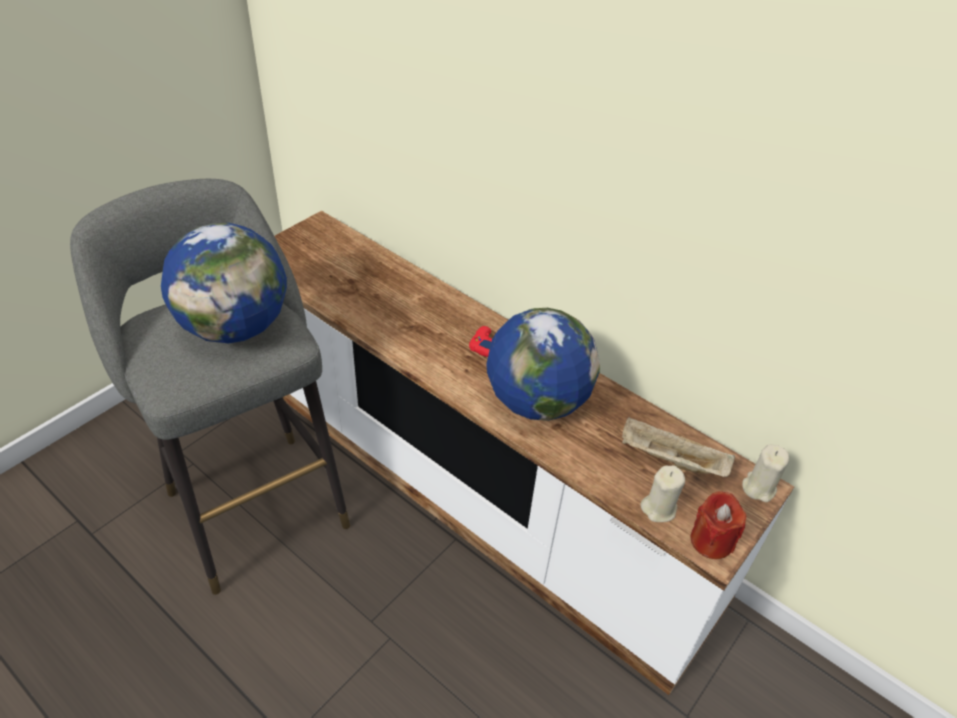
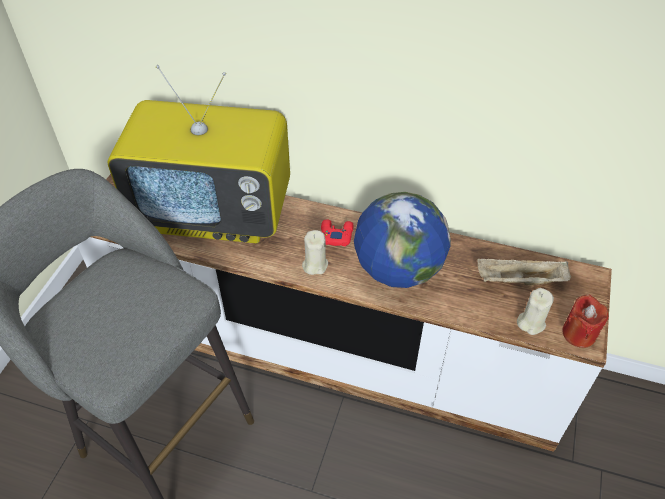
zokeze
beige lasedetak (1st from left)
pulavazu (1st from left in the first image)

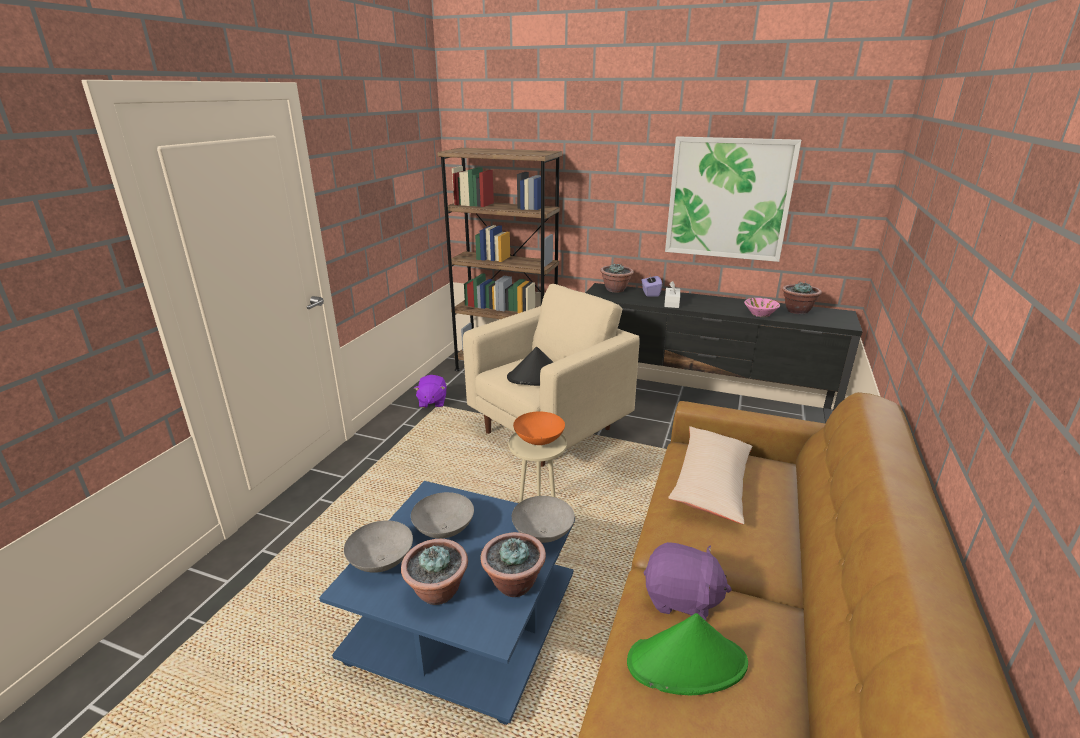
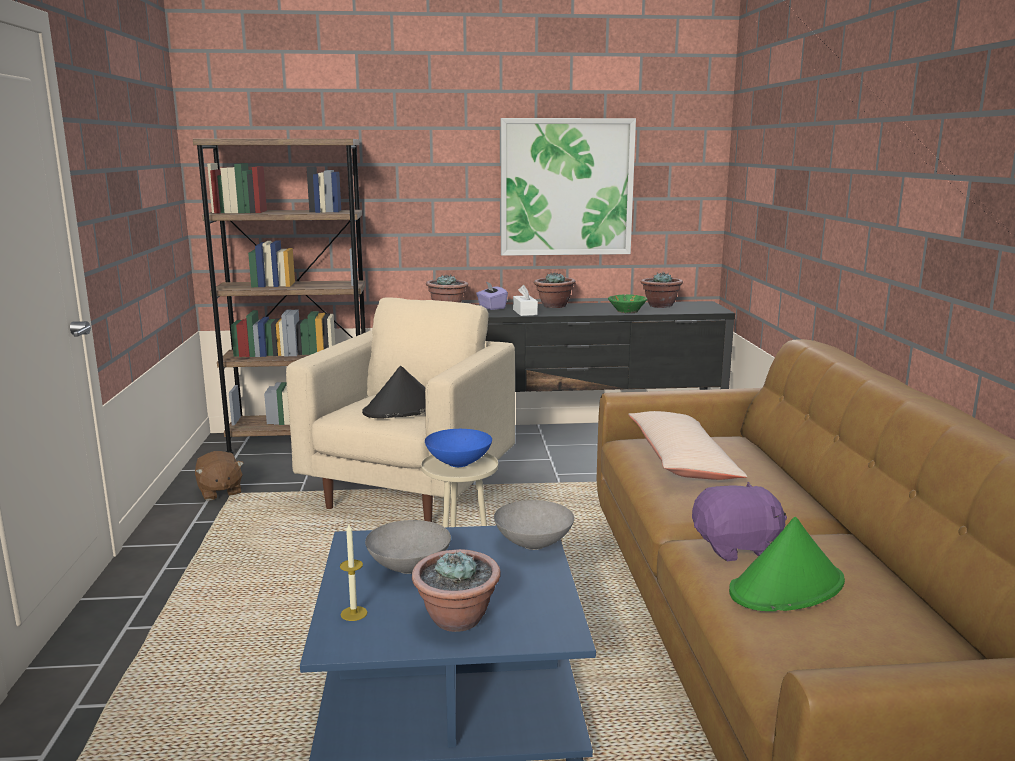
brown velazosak
lasedetak
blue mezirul
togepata (3rd from left)
green mezirul

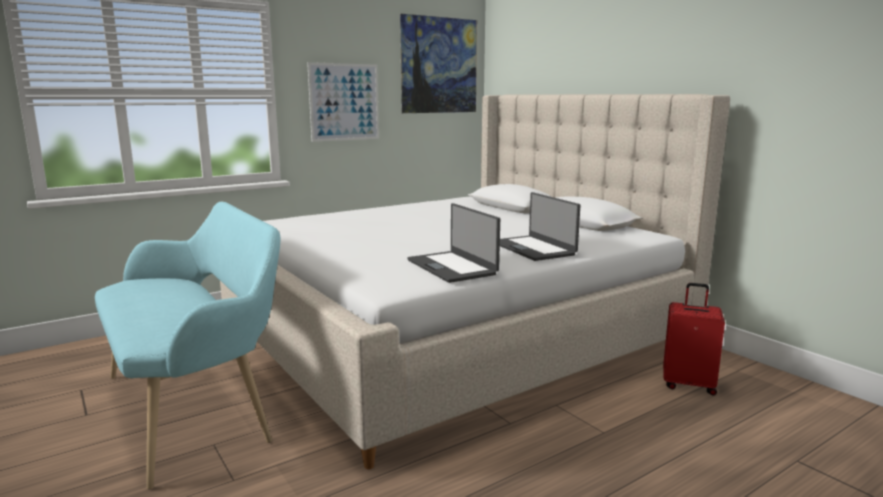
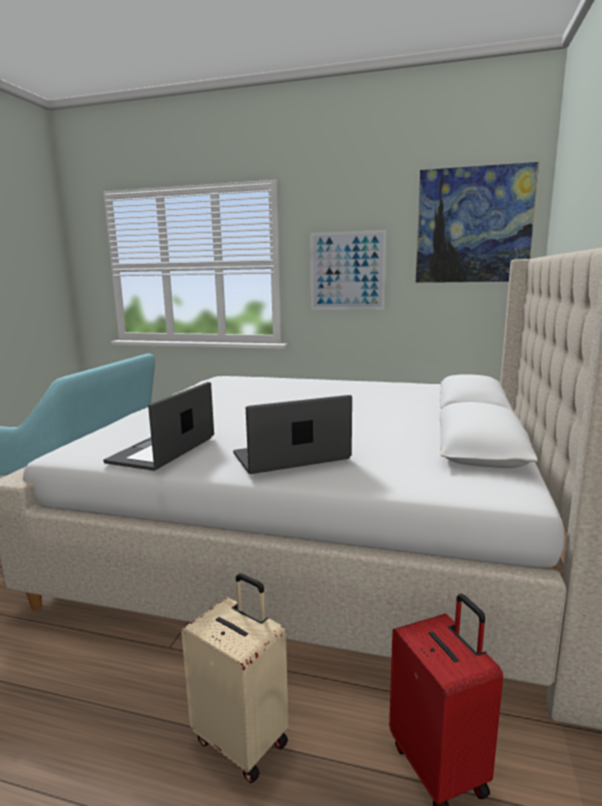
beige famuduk
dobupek (2nd from left)

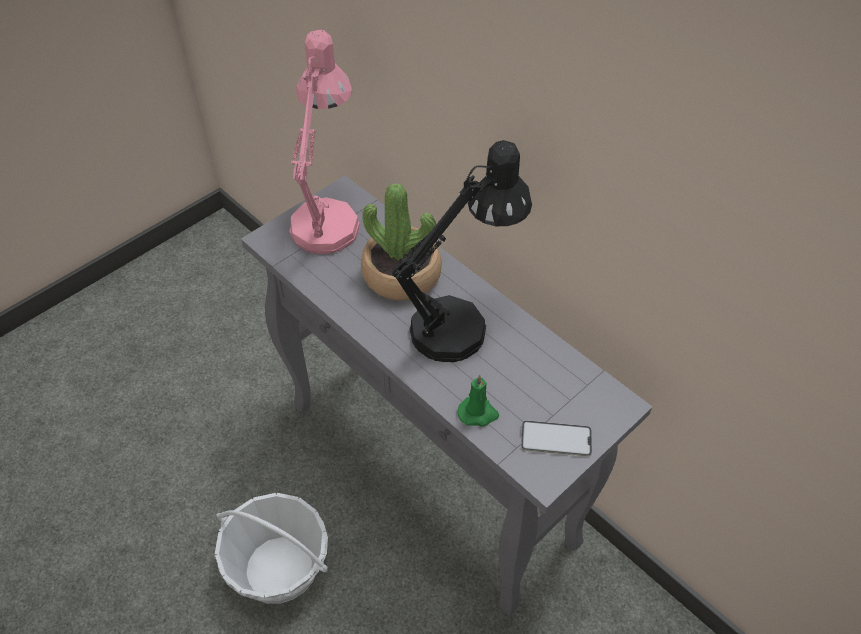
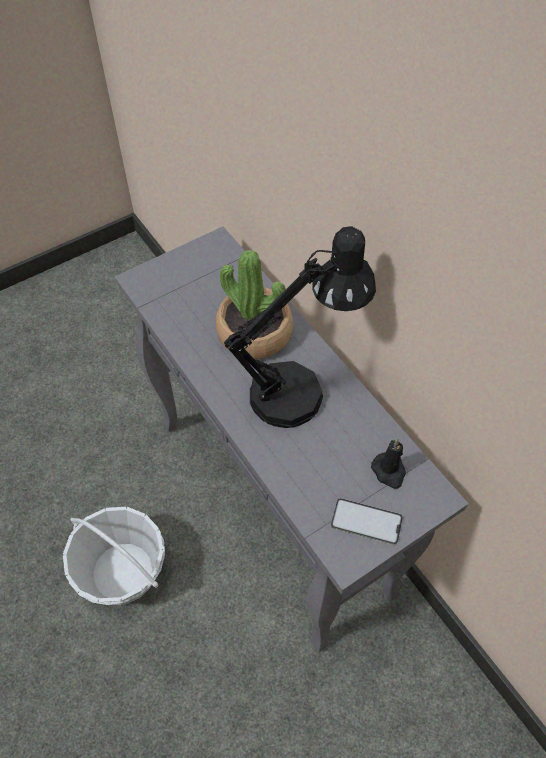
black lasedetak
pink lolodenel
green lasedetak

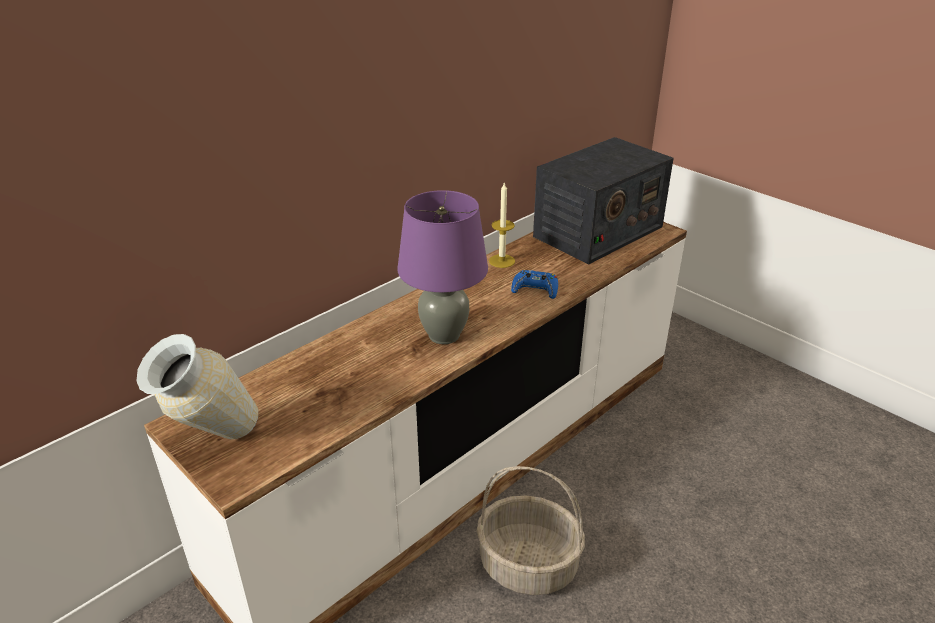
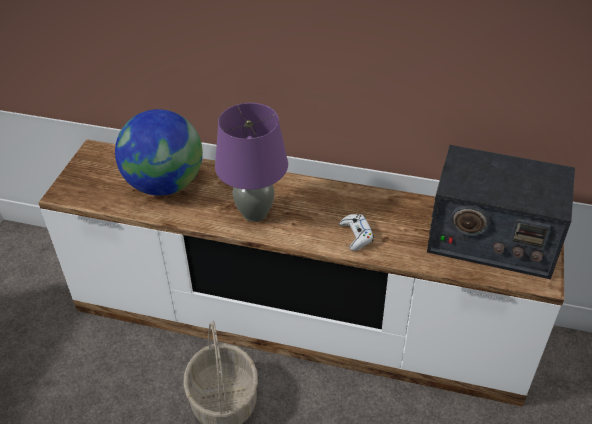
pulavazu
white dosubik
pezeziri
lasedetak

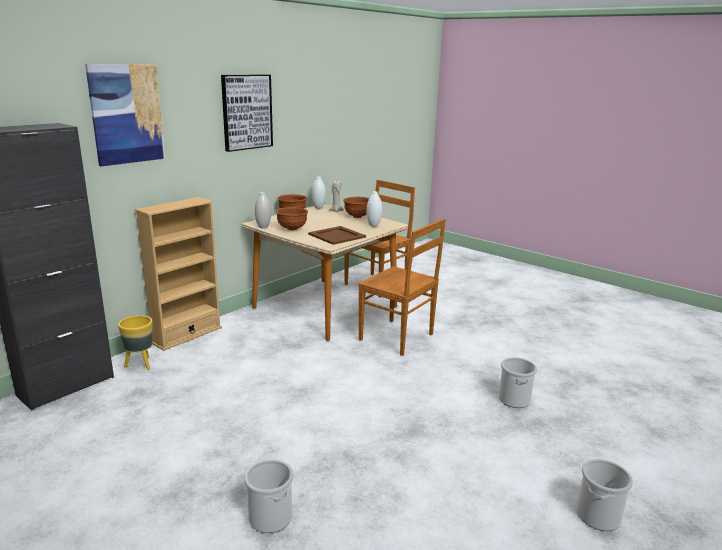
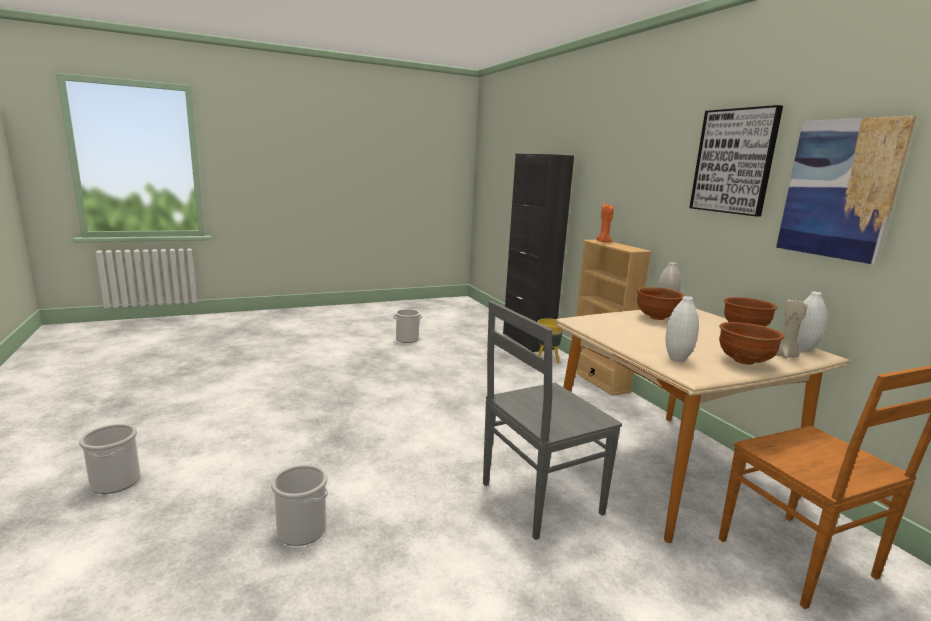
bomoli (3rd from left)
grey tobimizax
orange lasedetak
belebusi (2nd from left)
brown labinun

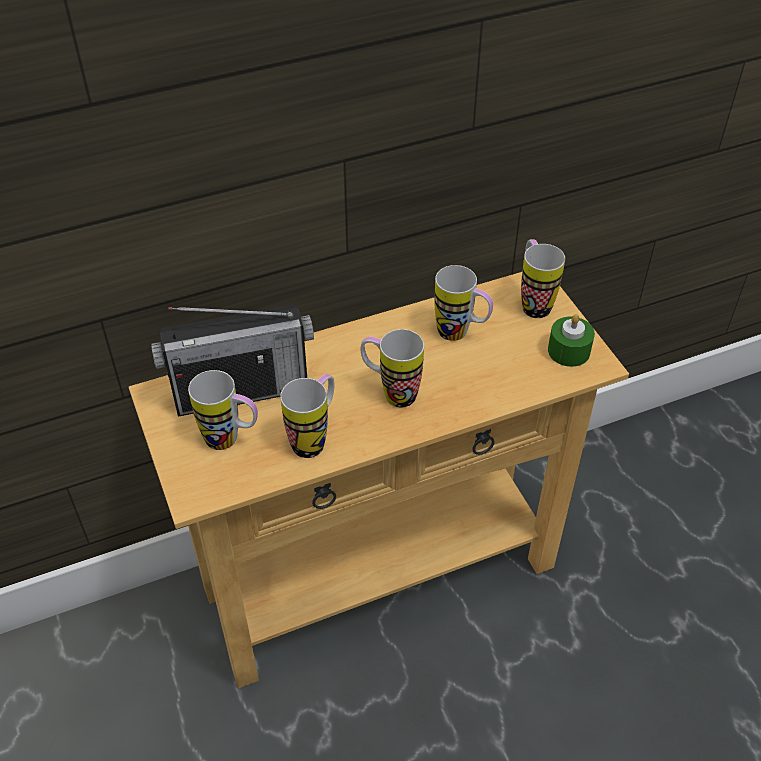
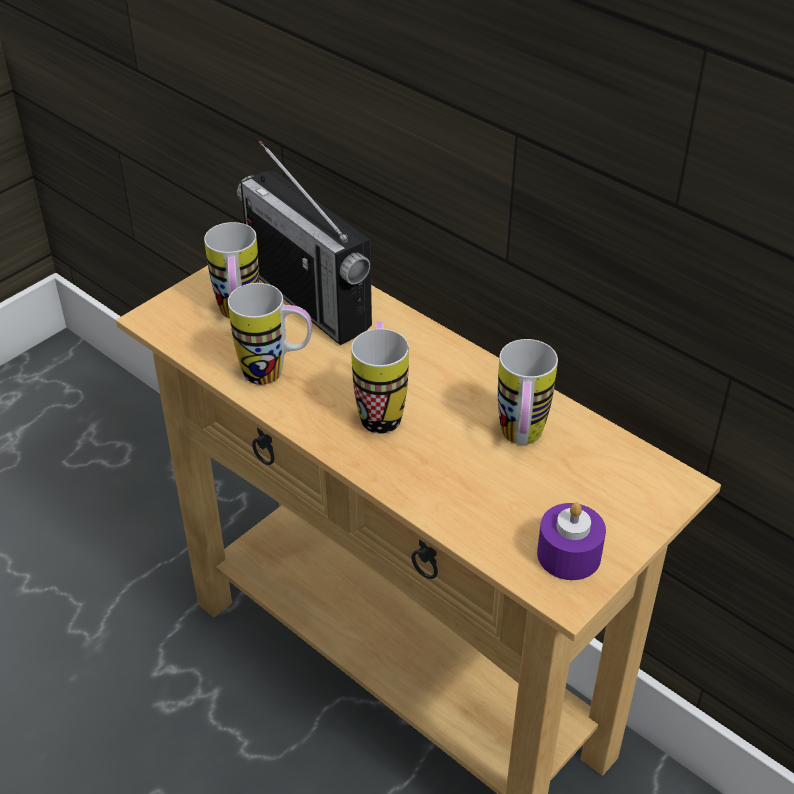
purple lasedetak
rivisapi (5th from left in the first image)

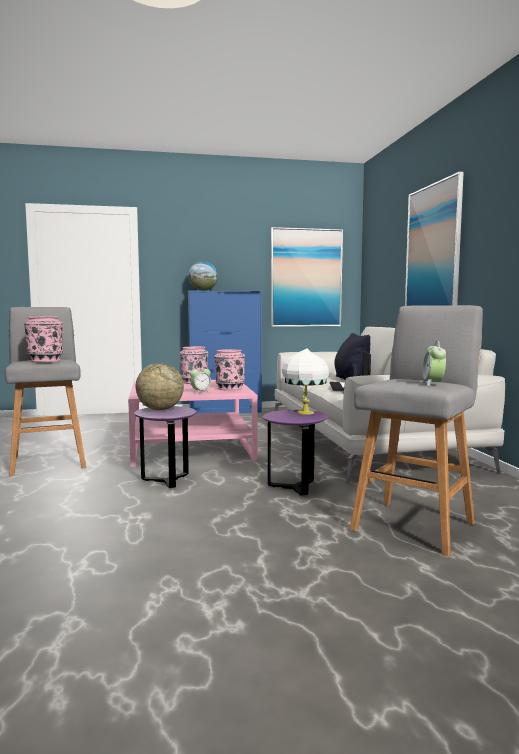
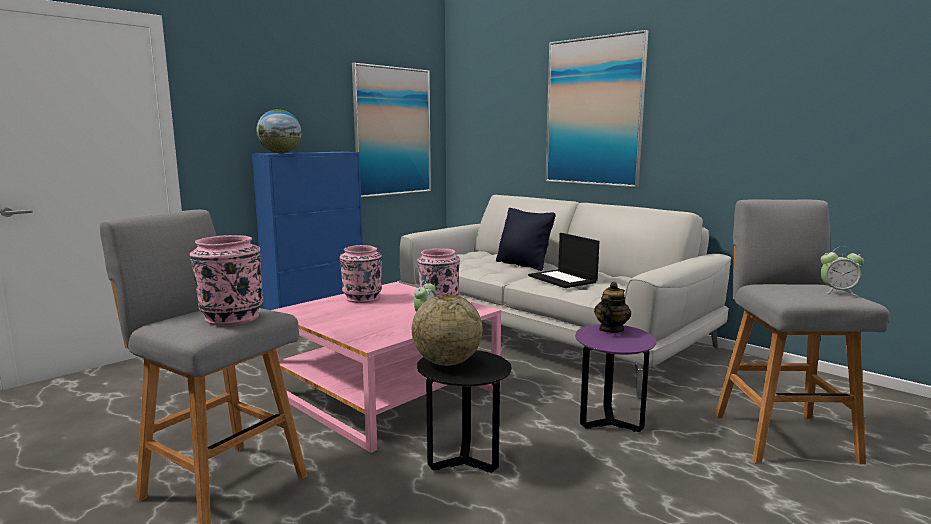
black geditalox
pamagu
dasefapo (2nd from left)

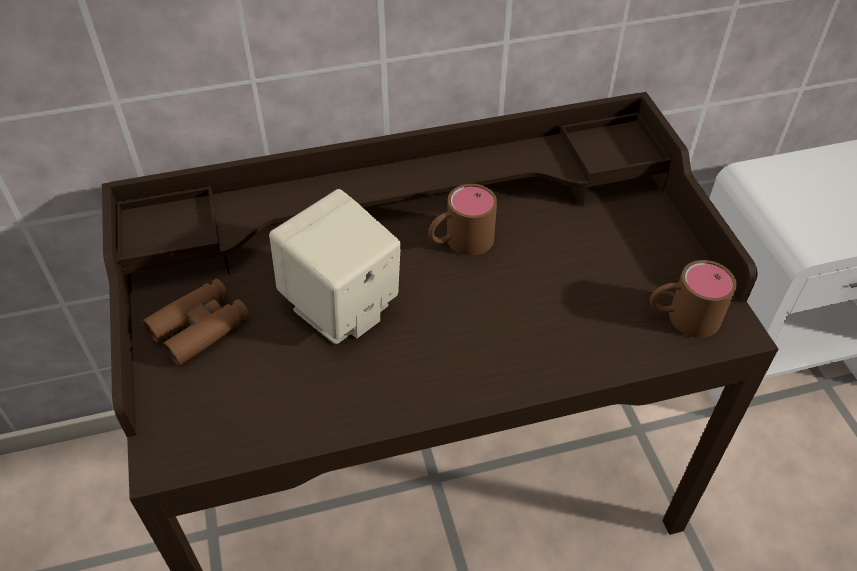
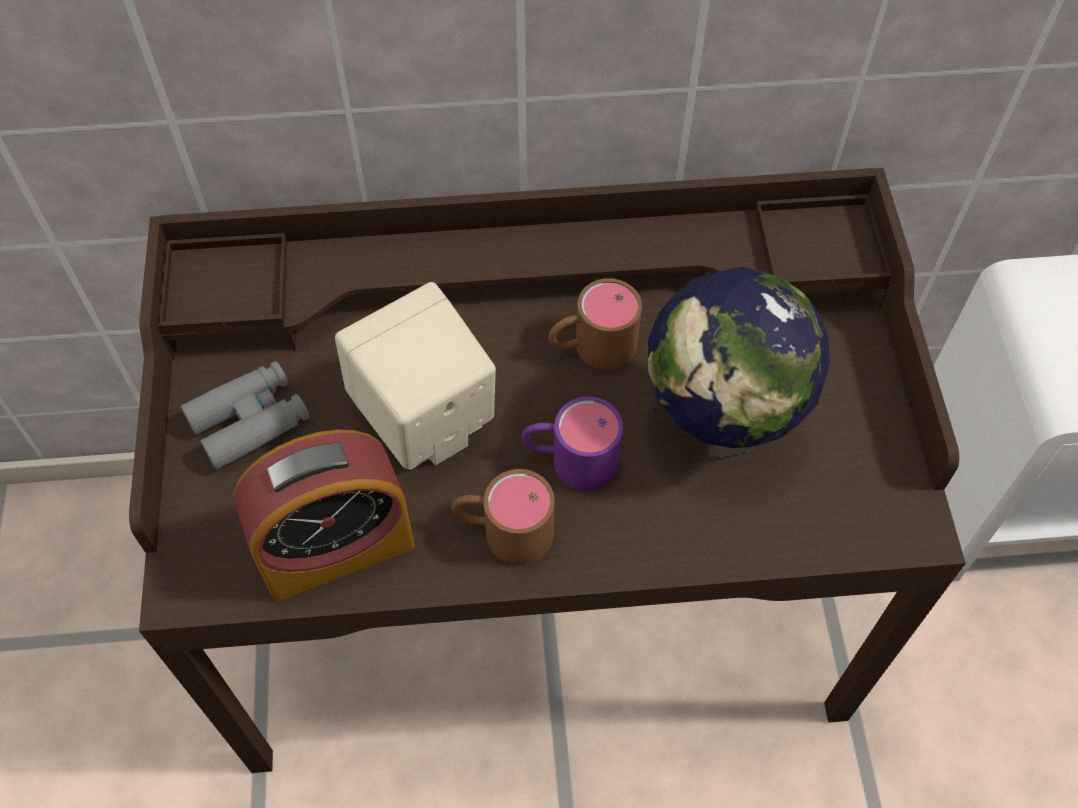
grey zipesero
dasefapo
brown rivisapi (1st from left)
purple rivisapi
pulavazu

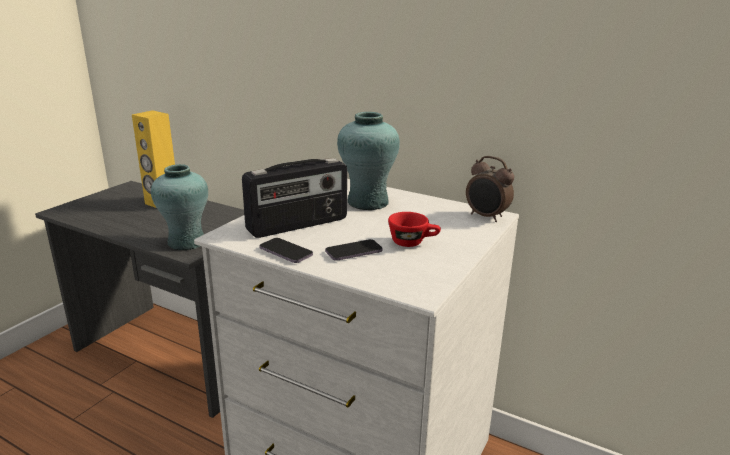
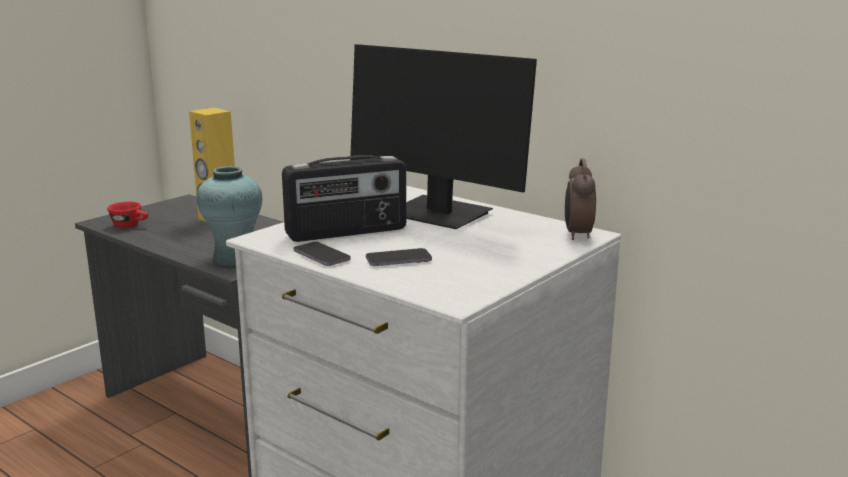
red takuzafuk
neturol
dasefapo

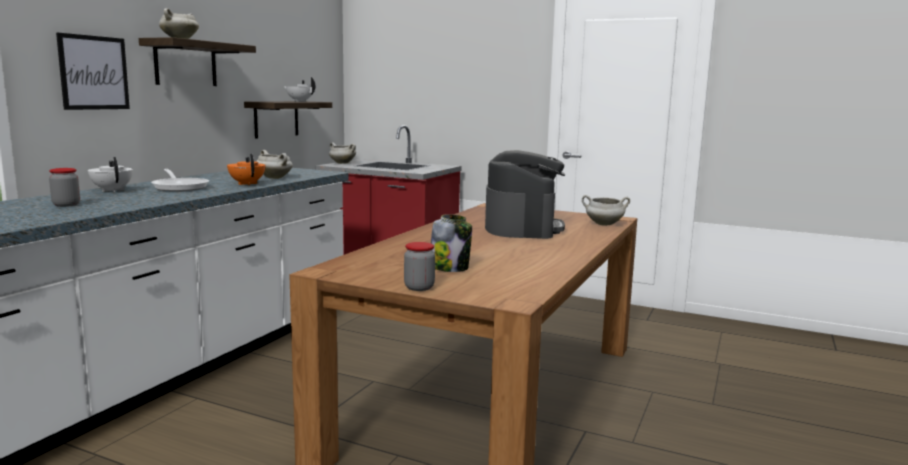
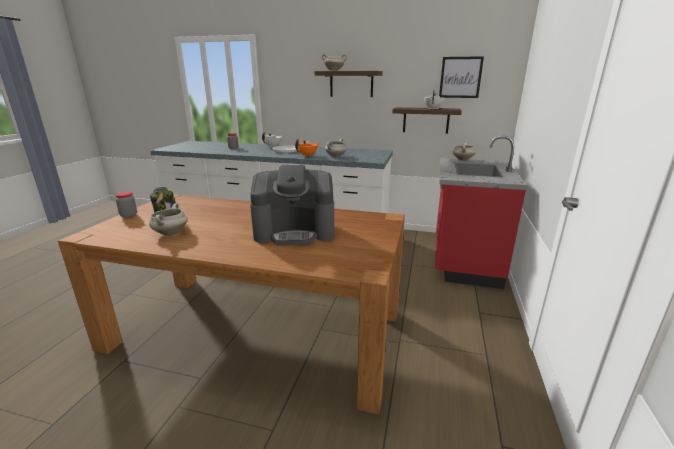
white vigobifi (1st from left)
belebusi

